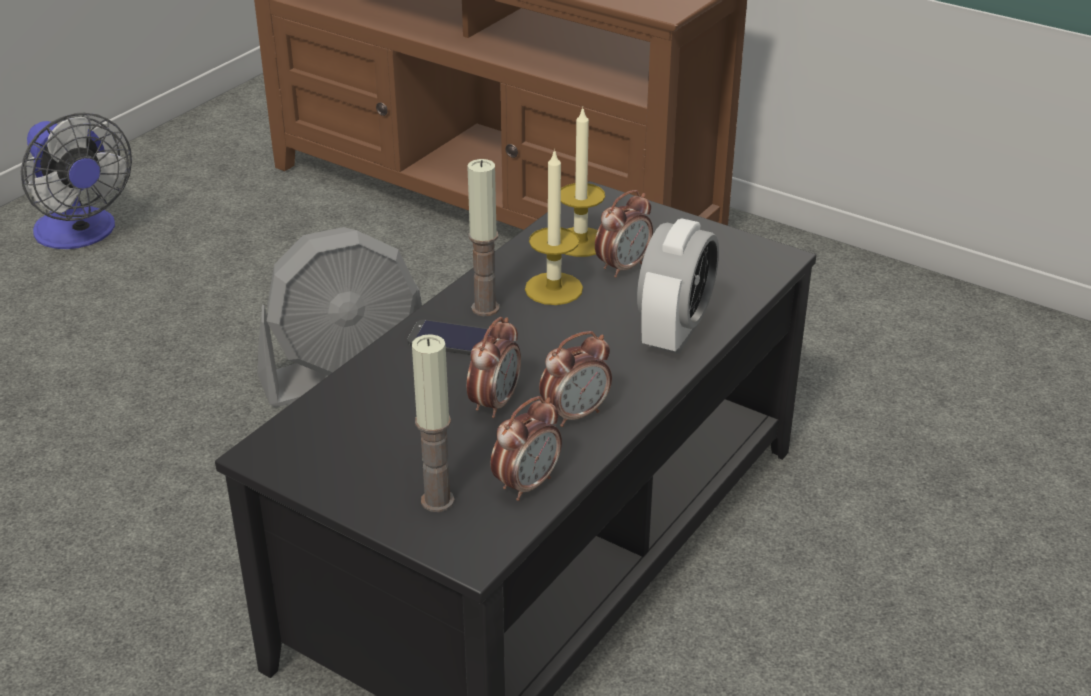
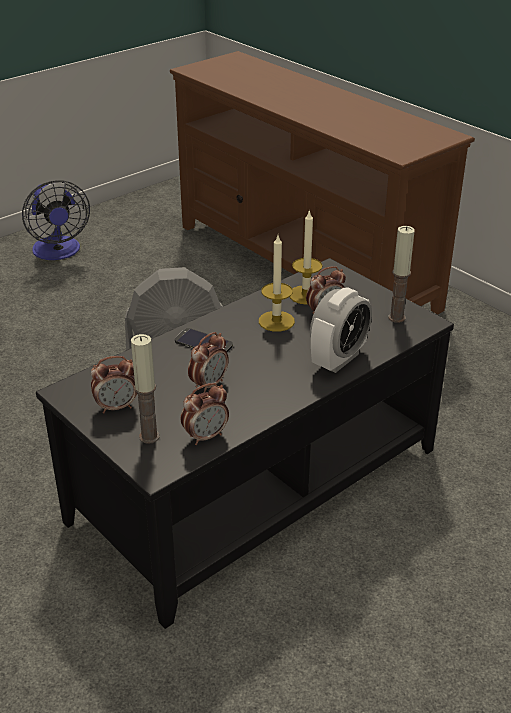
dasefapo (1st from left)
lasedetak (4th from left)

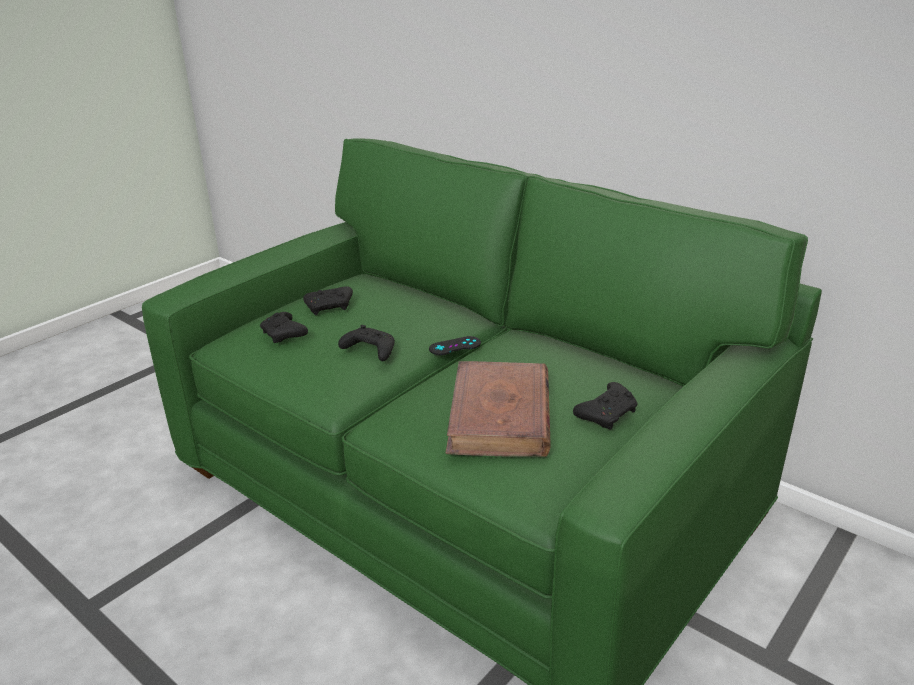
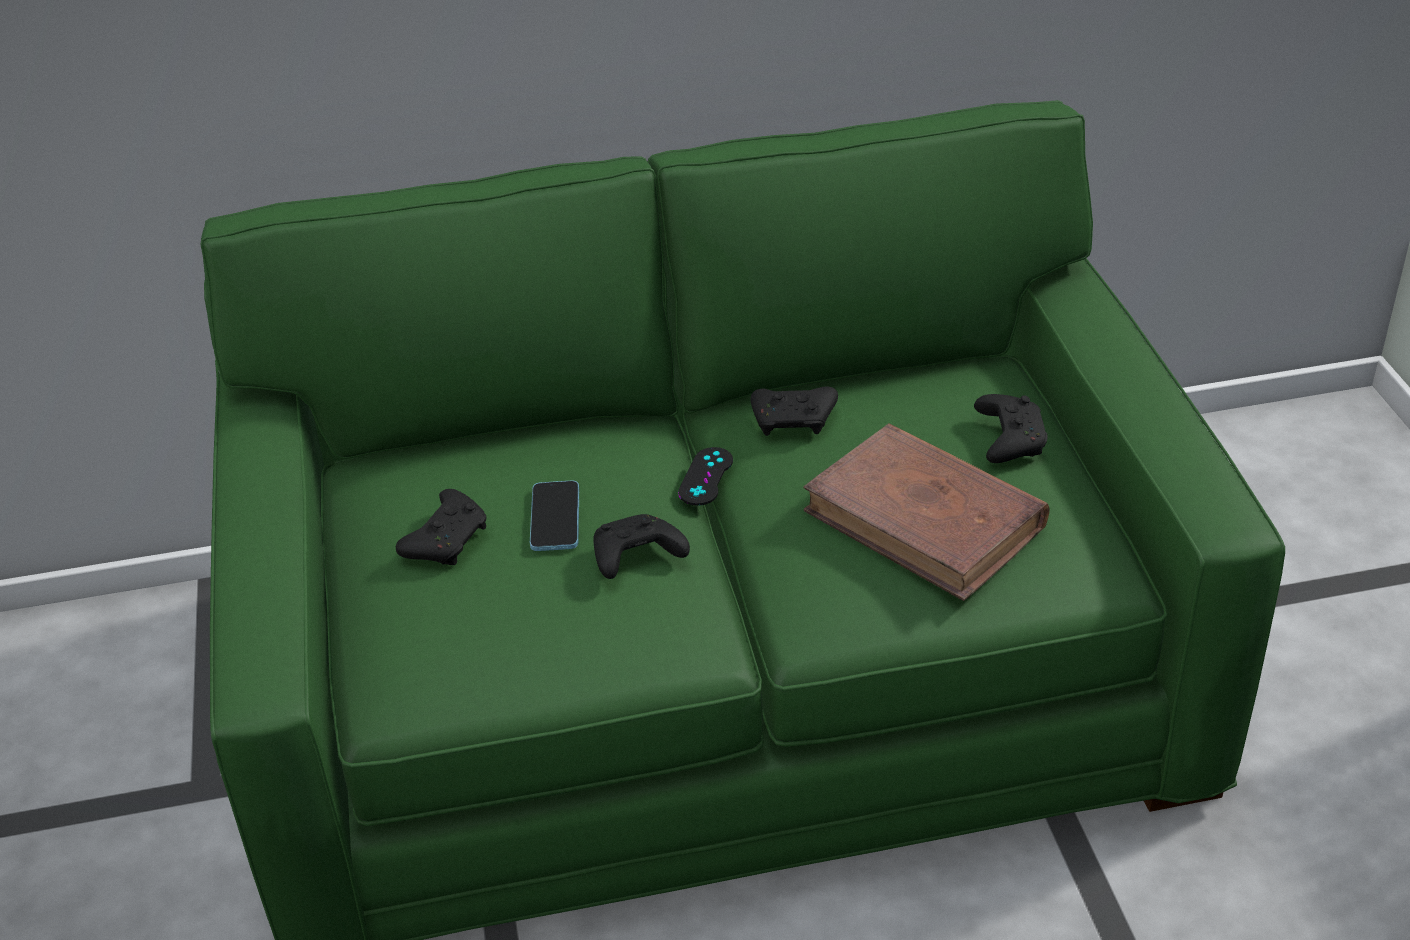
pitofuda
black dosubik (4th from left)

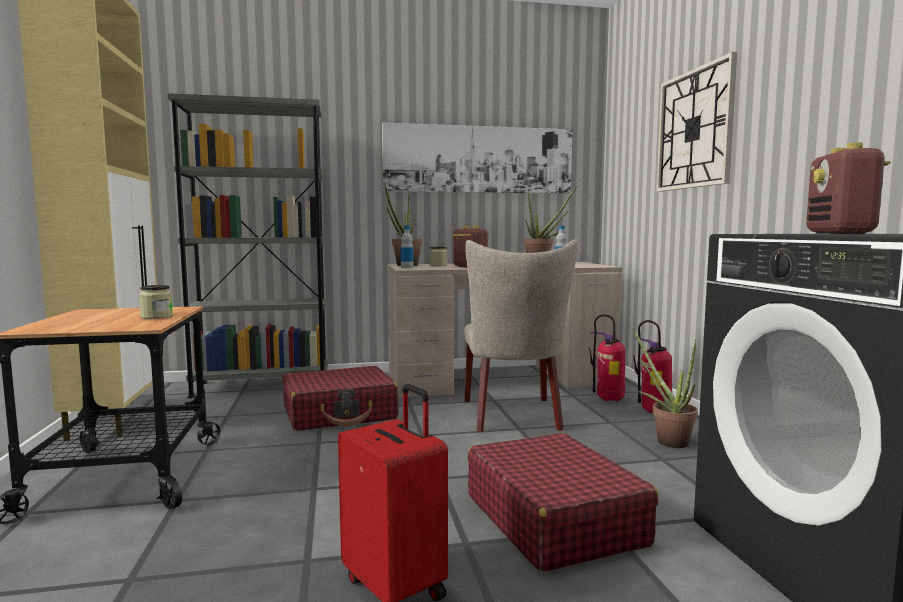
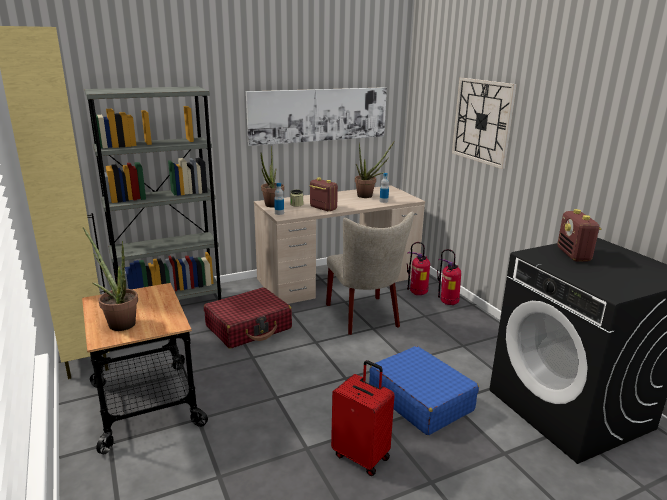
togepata (1st from left)
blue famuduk
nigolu (1st from left in the first image)

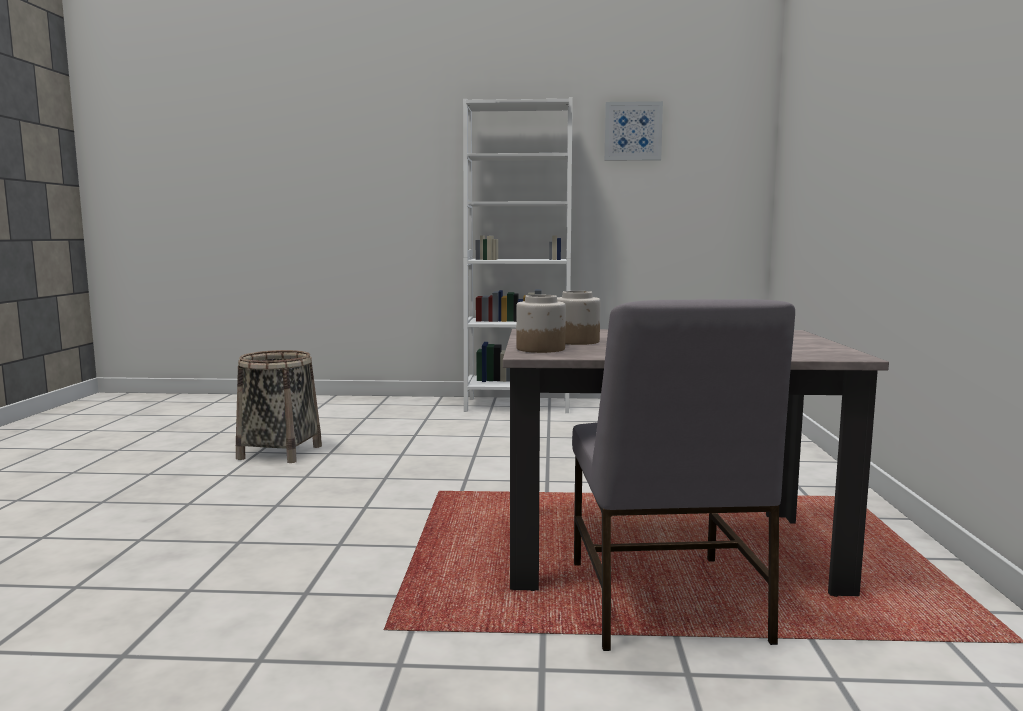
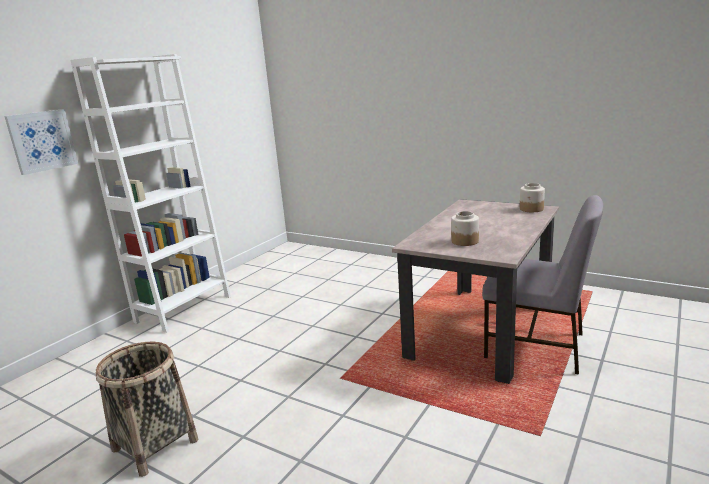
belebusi
nigolu (2nd from left)

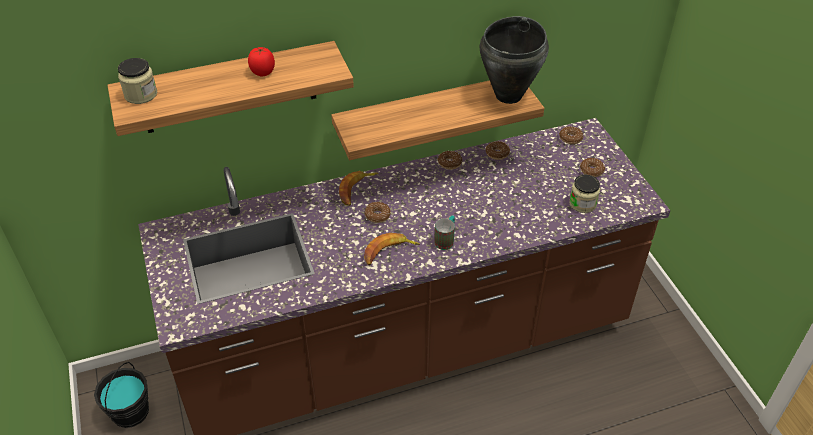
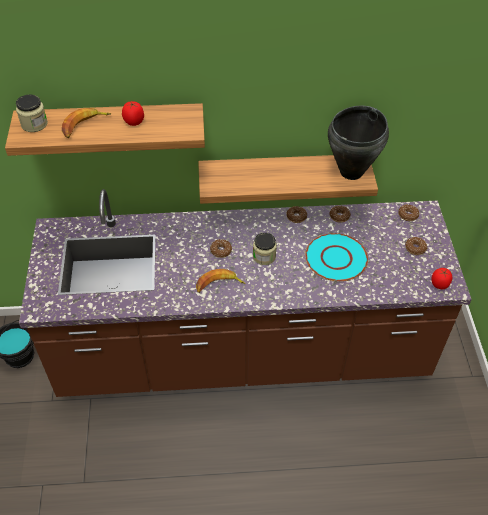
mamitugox (1st from left)
nigolu (2nd from left)
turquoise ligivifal
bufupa (2nd from left)
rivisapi

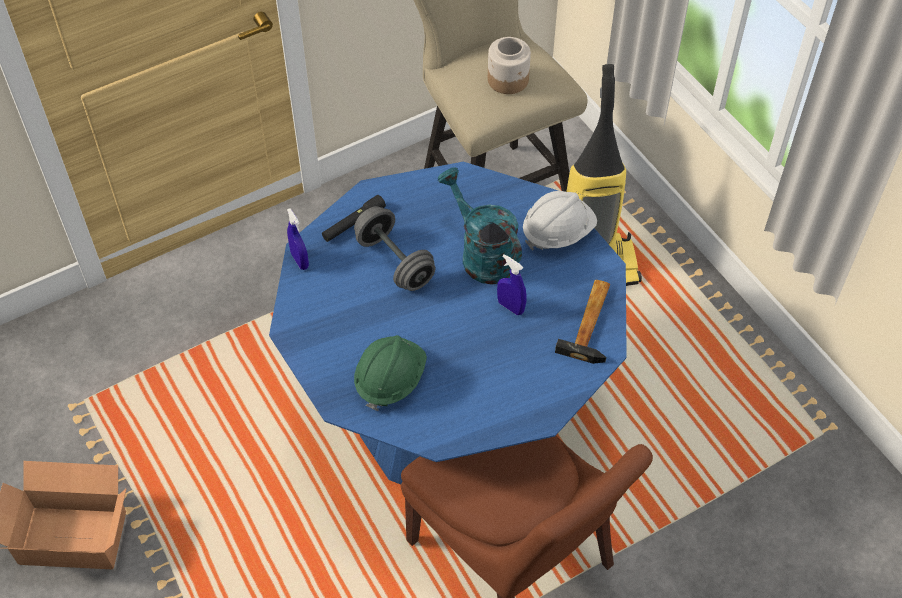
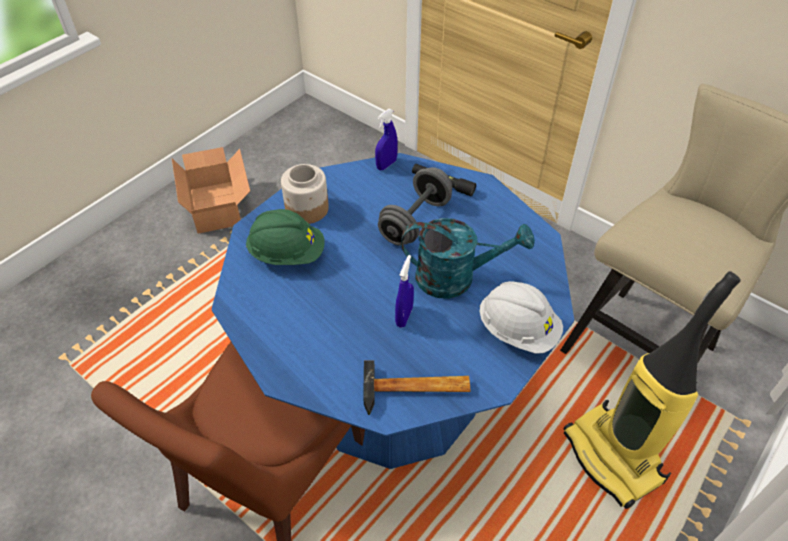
nigolu
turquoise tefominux

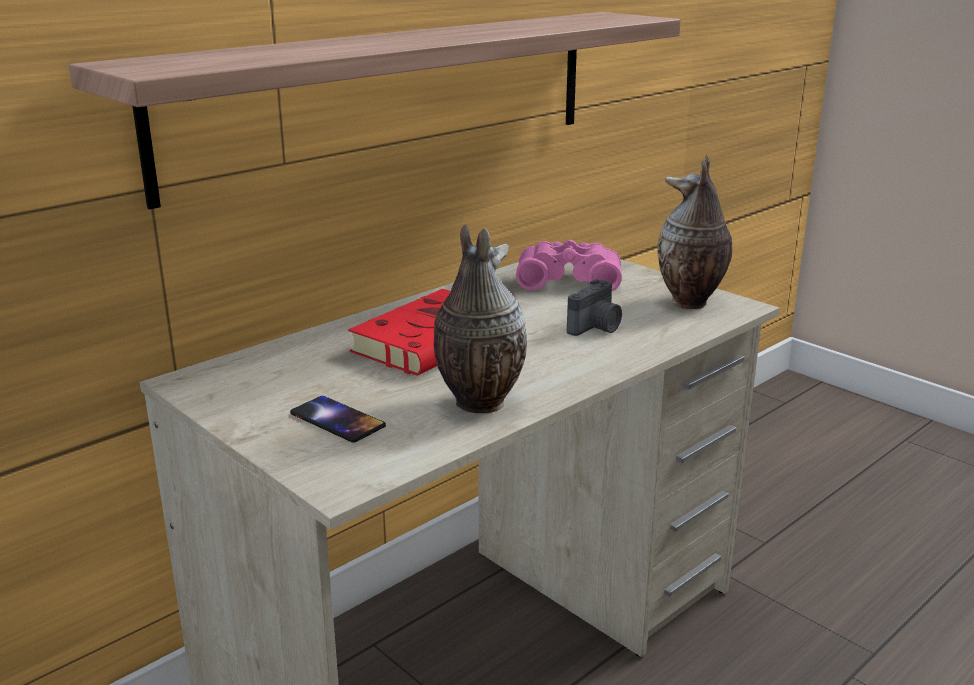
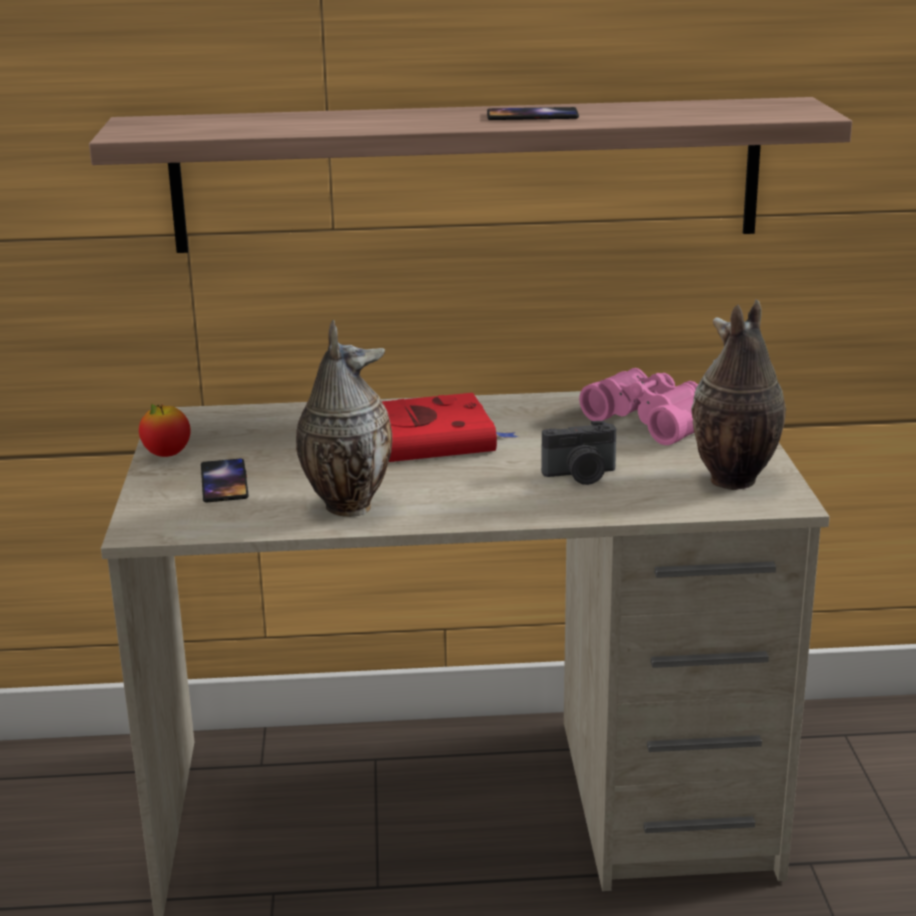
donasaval
pitofuda (2nd from left)

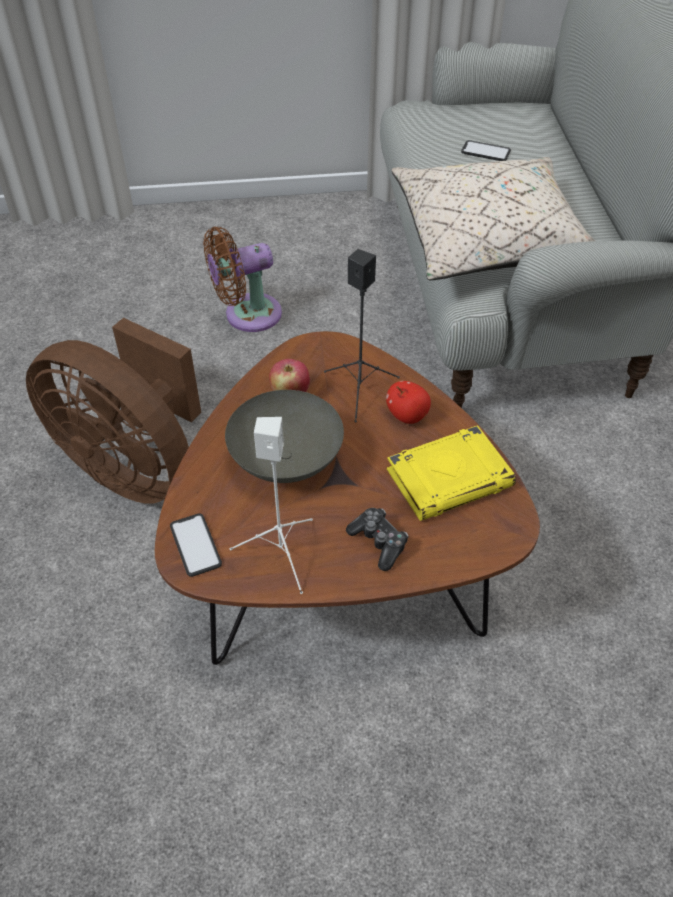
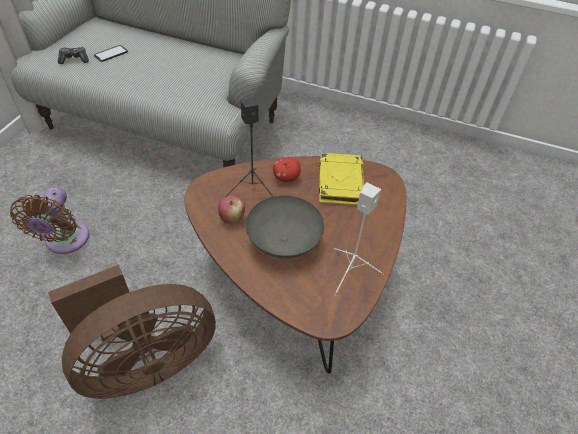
dosubik
pitofuda (1st from left in the first image)
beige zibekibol

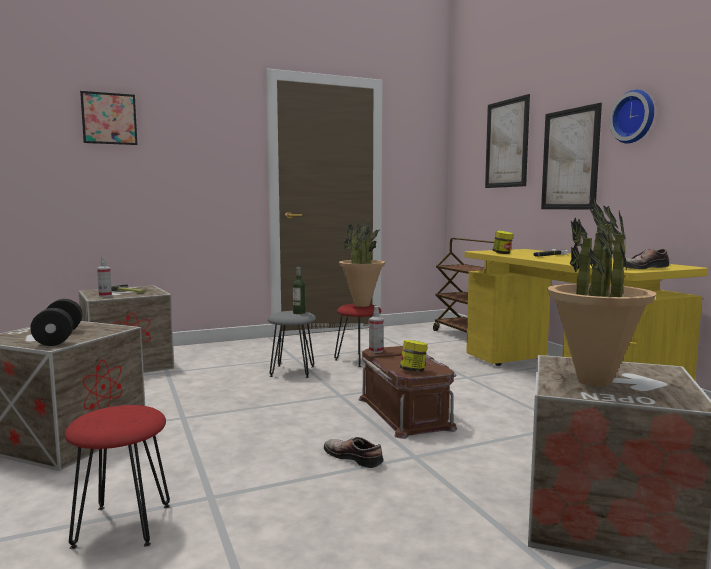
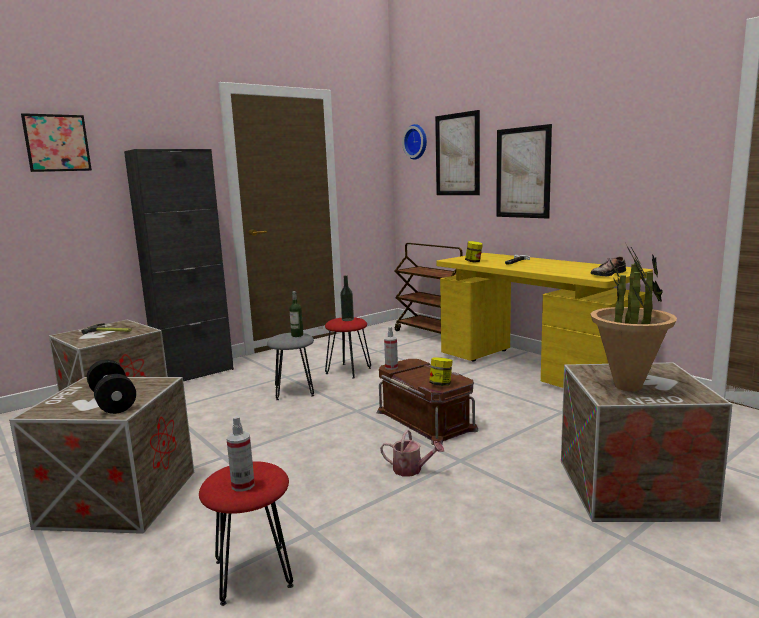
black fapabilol
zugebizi (1st from left)
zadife (2nd from left)
tefominux
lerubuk

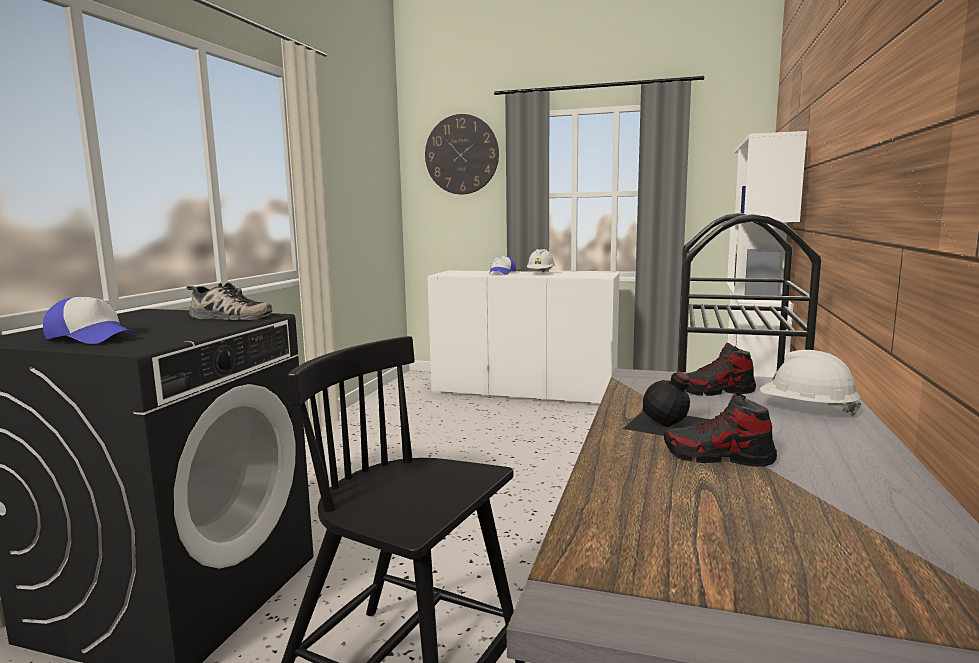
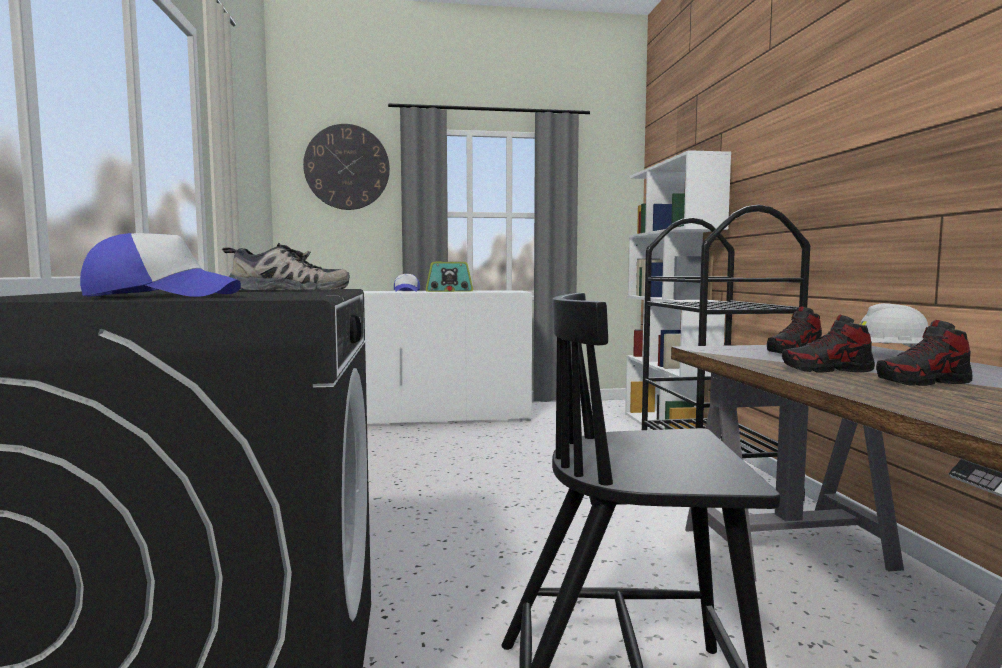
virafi
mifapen (3rd from left)

